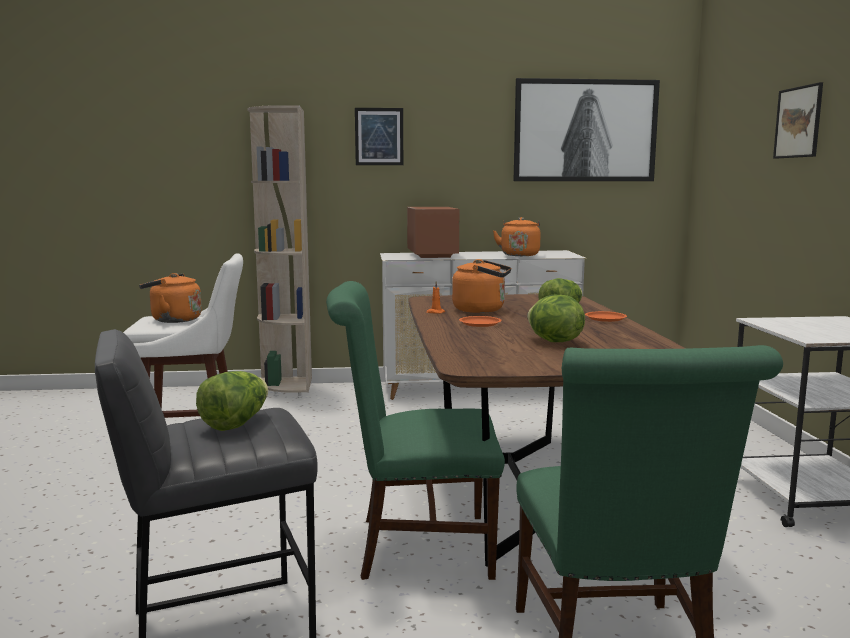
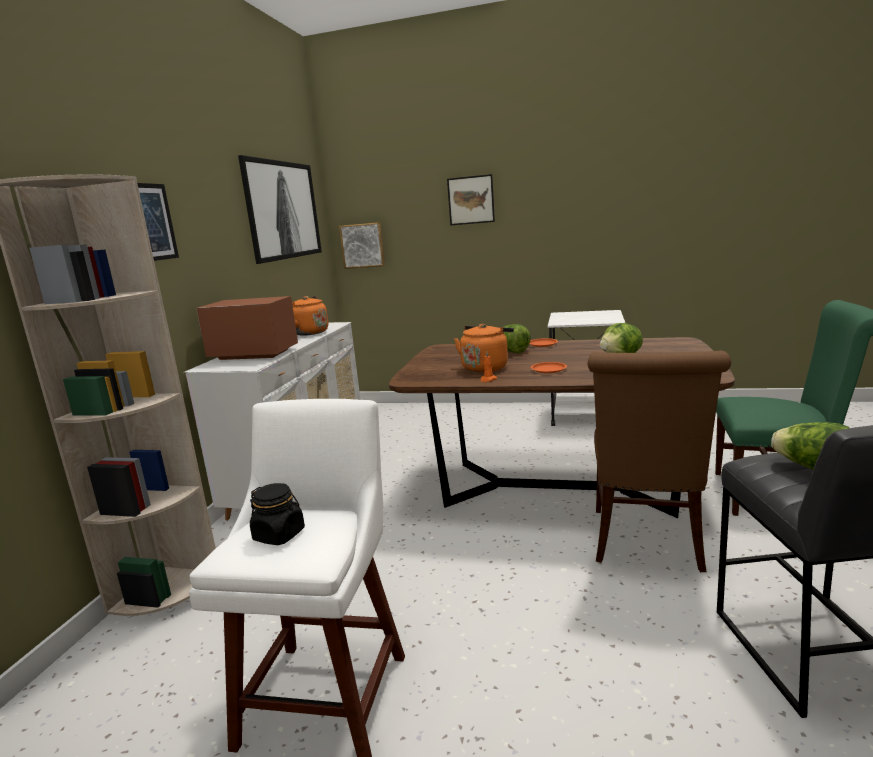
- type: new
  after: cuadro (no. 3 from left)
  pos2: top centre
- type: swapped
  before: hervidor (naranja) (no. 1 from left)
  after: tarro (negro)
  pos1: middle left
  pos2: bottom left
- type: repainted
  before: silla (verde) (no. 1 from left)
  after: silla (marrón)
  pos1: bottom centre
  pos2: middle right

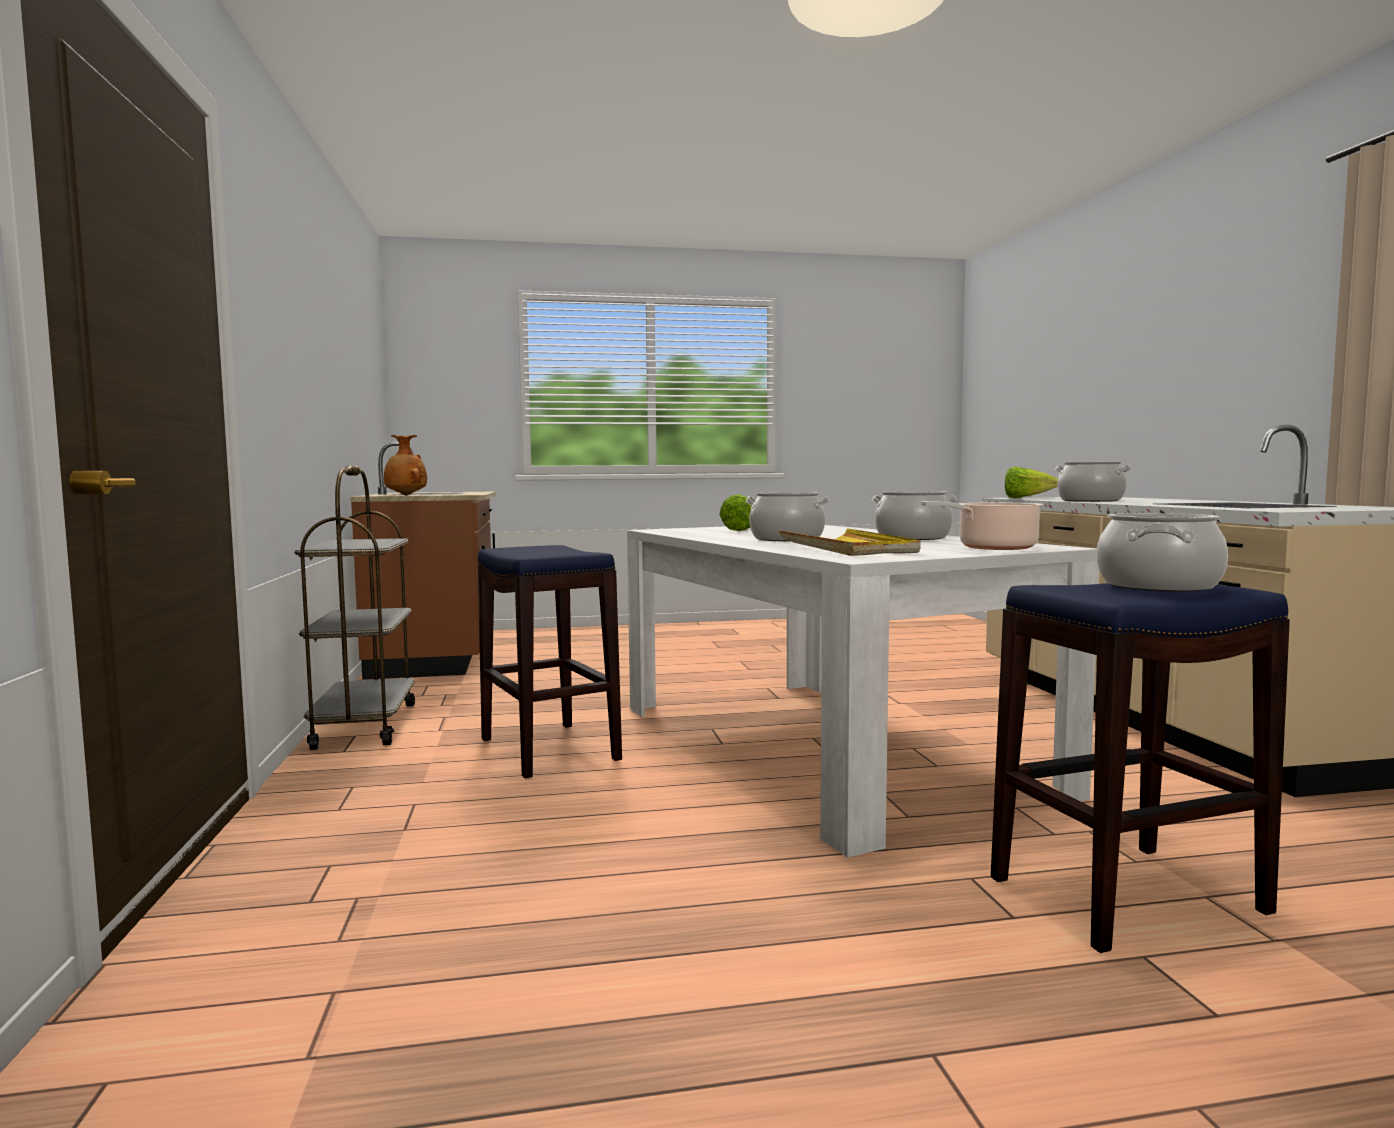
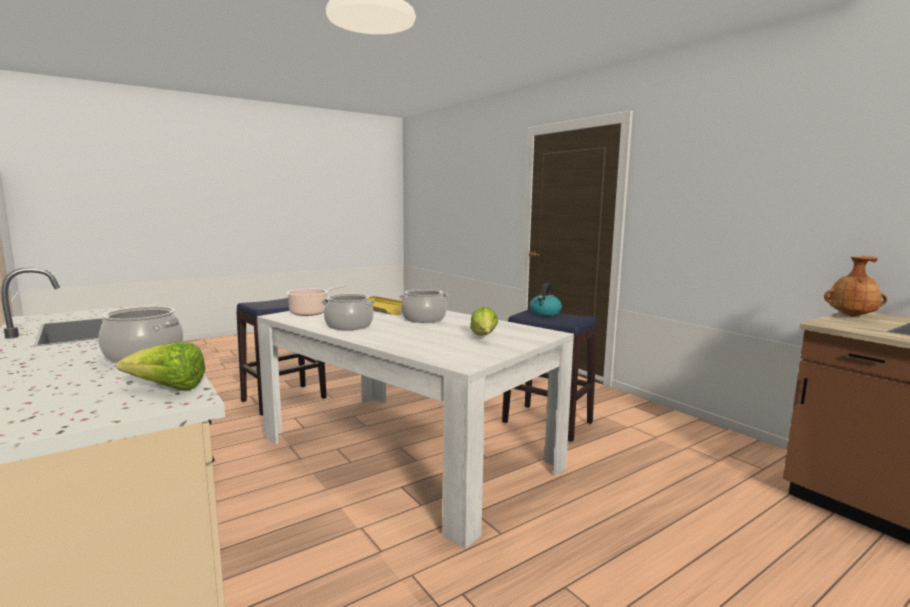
- type: gone
  before: carrito (gris)
  pos1: middle left
- type: gone
  before: olla (no. 5 from left)
  pos1: middle right
- type: new
  after: hervidor
  pos2: centre

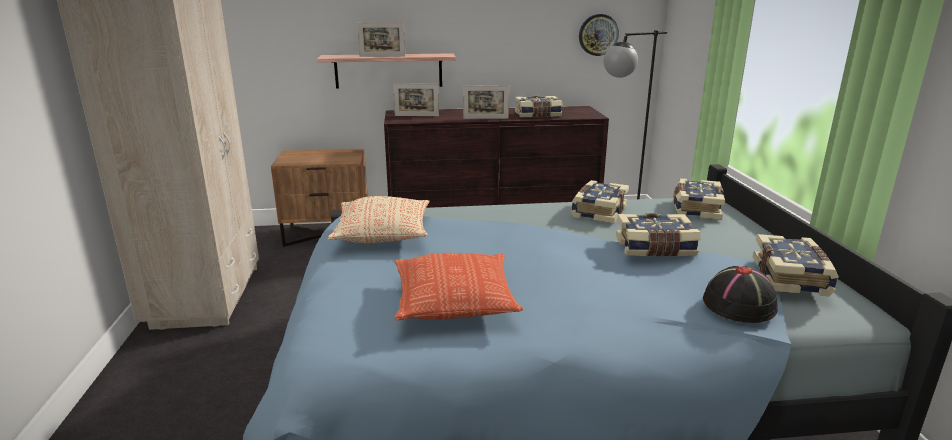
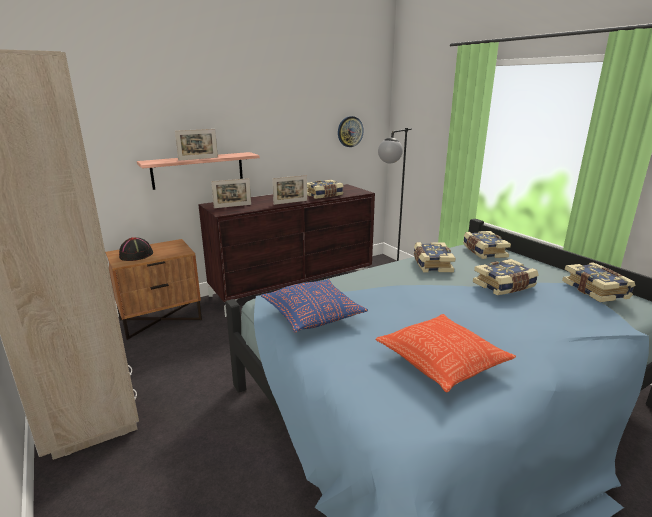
- type: shifted
  before: sombrero (negro)
  pos1: bottom right
  pos2: middle left
- type: repainted
  before: cojín (beis)
  after: cojín (azul)
  pos1: centre
  pos2: centre

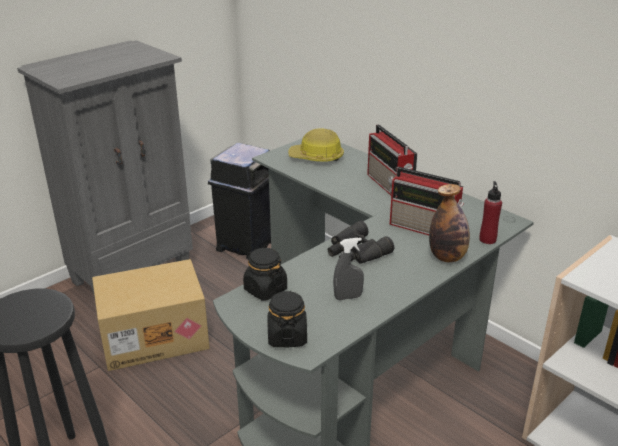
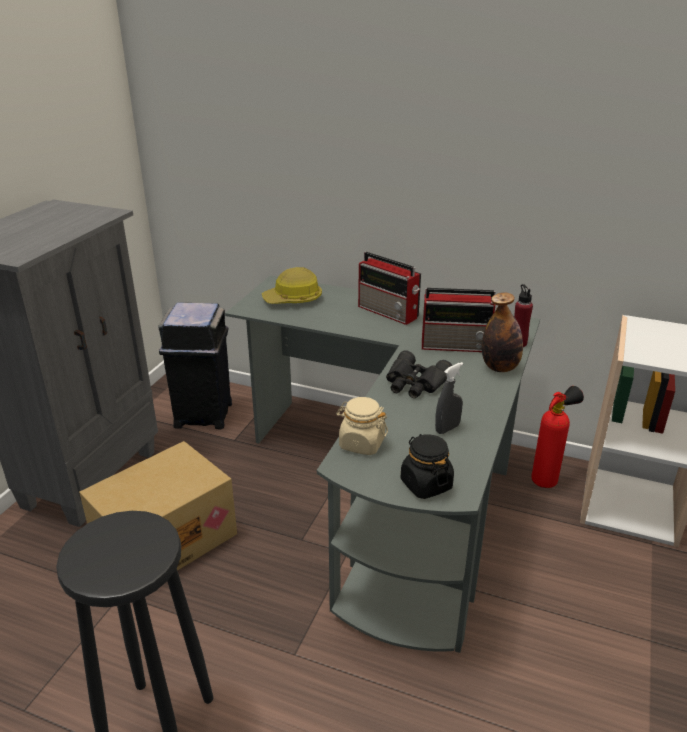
- type: new
  after: extintor
  pos2: middle right
- type: repainted
  before: tarro (negro) (no. 1 from left)
  after: tarro (beis)
  pos1: centre
  pos2: centre

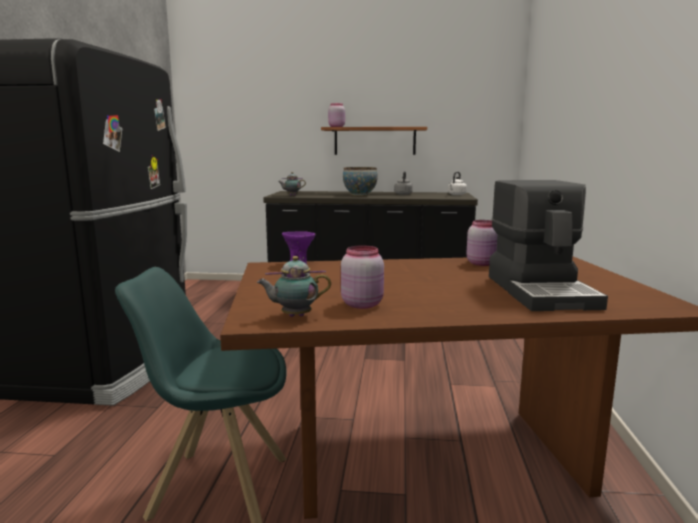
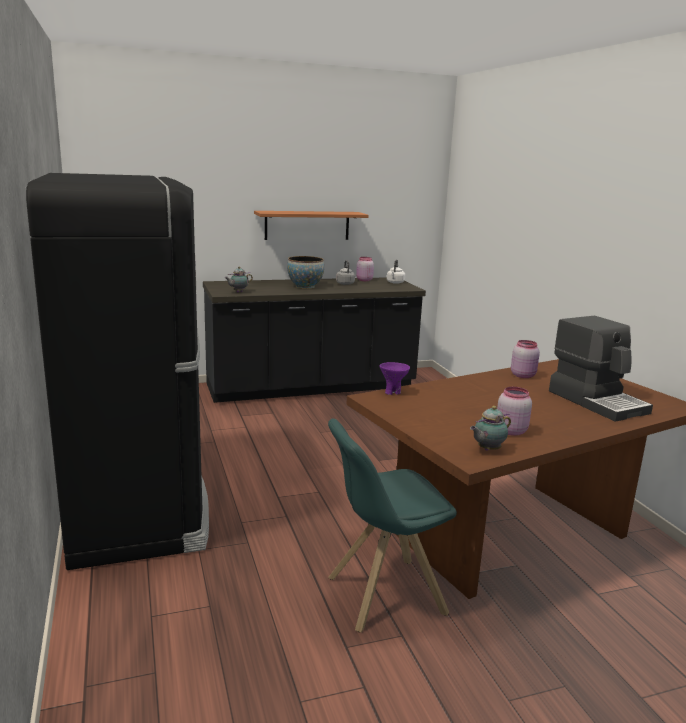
- type: shifted
  before: tarro (rosa) (no. 1 from left)
  pos1: top centre
  pos2: centre

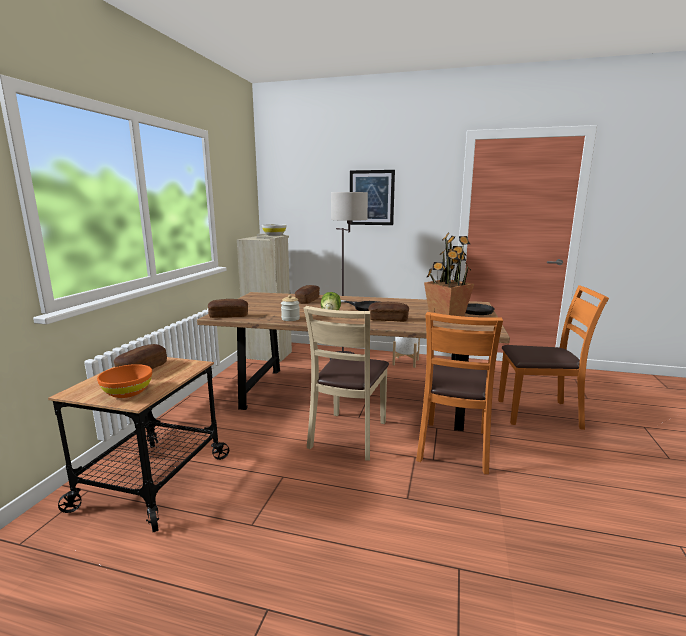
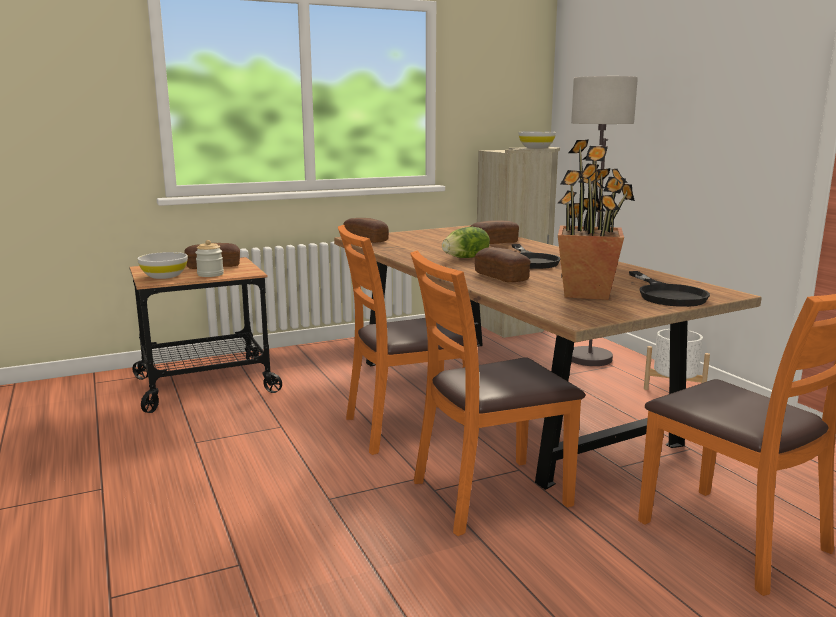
- type: gone
  before: cuadro
  pos1: top centre
- type: shifted
  before: tarro
  pos1: centre
  pos2: middle left
- type: repainted
  before: cuenco (naranja)
  after: cuenco (blanco) (no. 1 from left)
  pos1: middle left
  pos2: middle left
- type: repainted
  before: silla (beis)
  after: silla (naranja) (no. 1 from left)
  pos1: centre
  pos2: centre

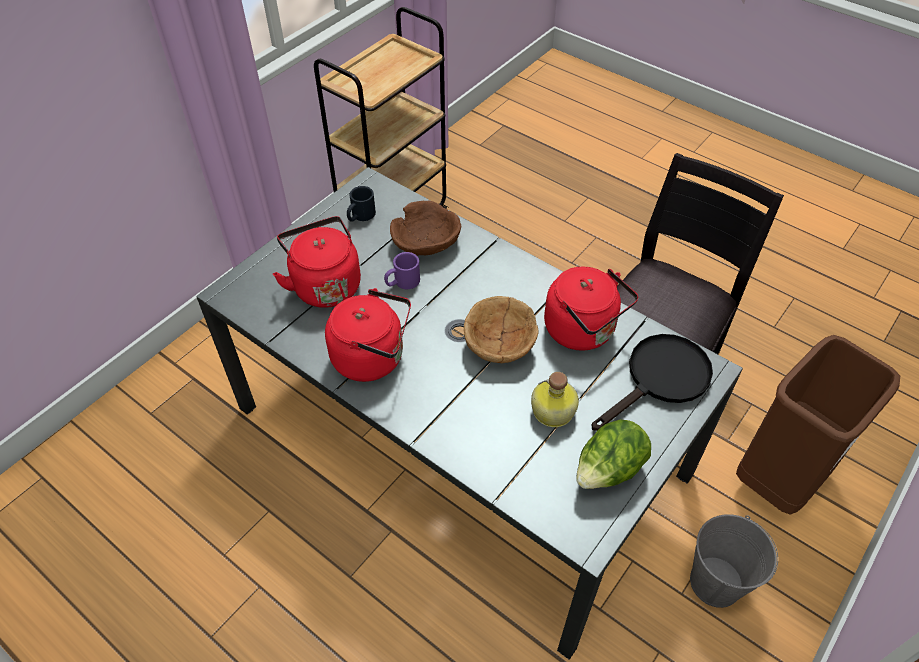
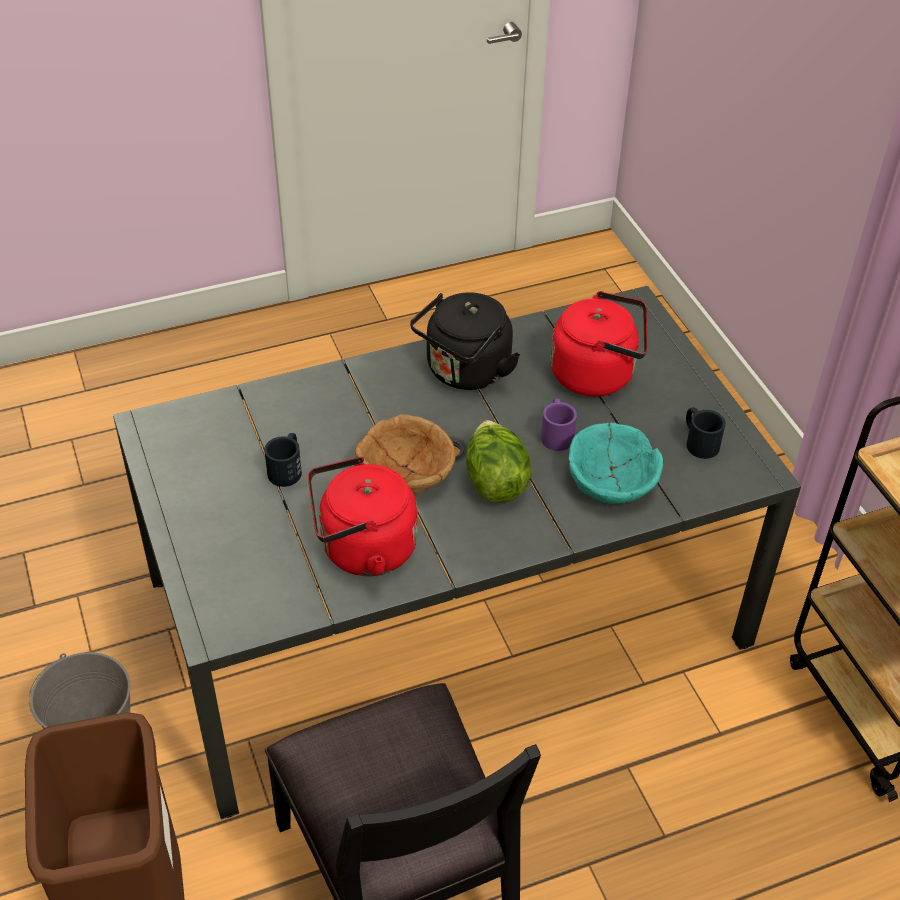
- type: gone
  before: sartén (negro)
  pos1: middle right
- type: shifted
  before: lechuga
  pos1: bottom right
  pos2: centre
- type: swapped
  before: botella
  after: taza grande (negro) (no. 1 from left)
  pos1: centre
  pos2: middle left
- type: repainted
  before: hervidor (rojo) (no. 2 from left)
  after: hervidor (negro)
  pos1: centre
  pos2: centre
- type: repainted
  before: cuenco (marrón) (no. 1 from left)
  after: cuenco (turquesa)
  pos1: centre
  pos2: middle right

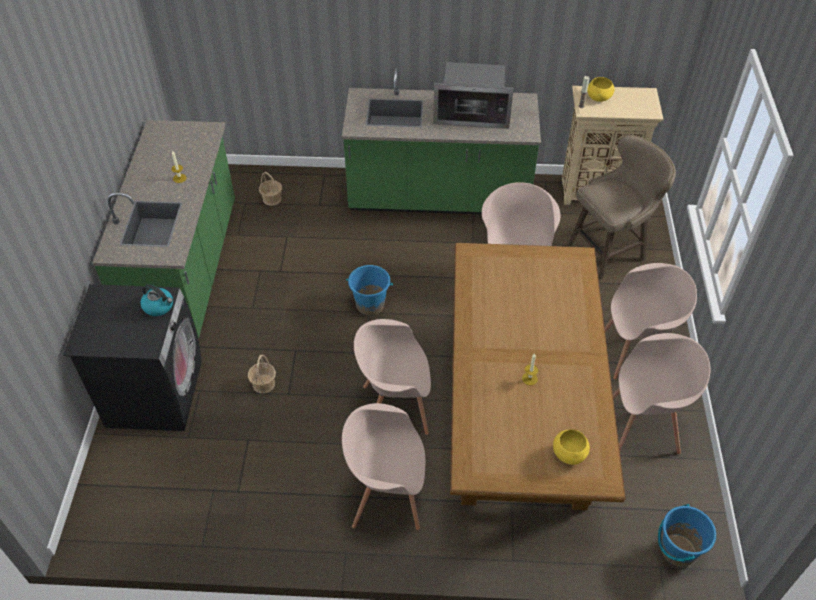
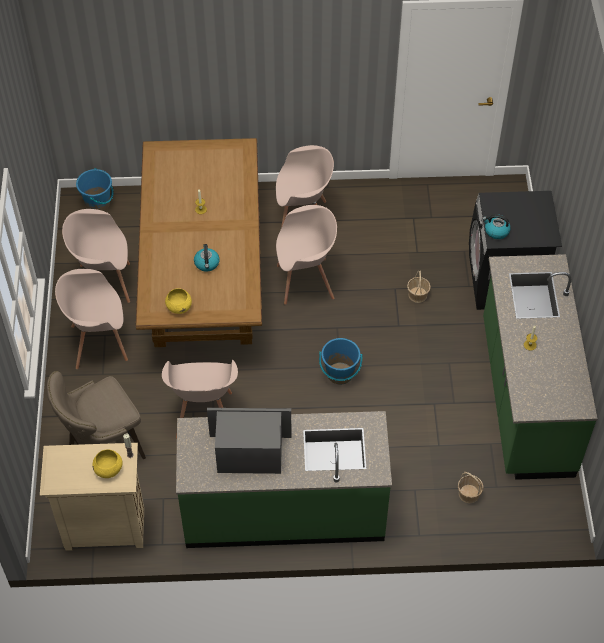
- type: new
  after: hervidor (no. 1 from left)
  pos2: centre
- type: shifted
  before: cuenco (amarillo) (no. 1 from left in the first image)
  after: cuenco (amarillo) (no. 2 from left)
  pos1: bottom right
  pos2: middle left

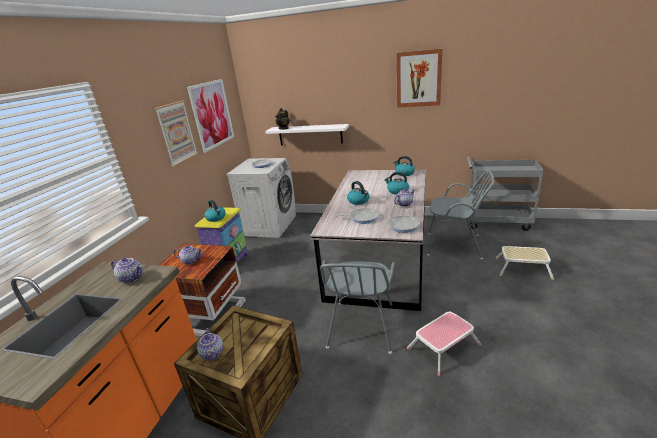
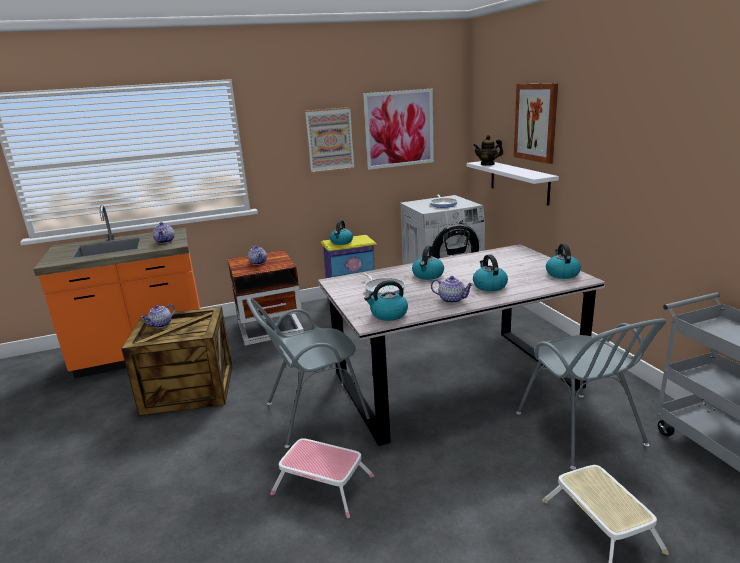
- type: shifted
  before: cuadro (no. 3 from left)
  pos1: top centre
  pos2: top right
- type: swapped
  before: sartén (no. 3 from left)
  after: hervidor (no. 2 from left)
  pos1: centre
  pos2: centre

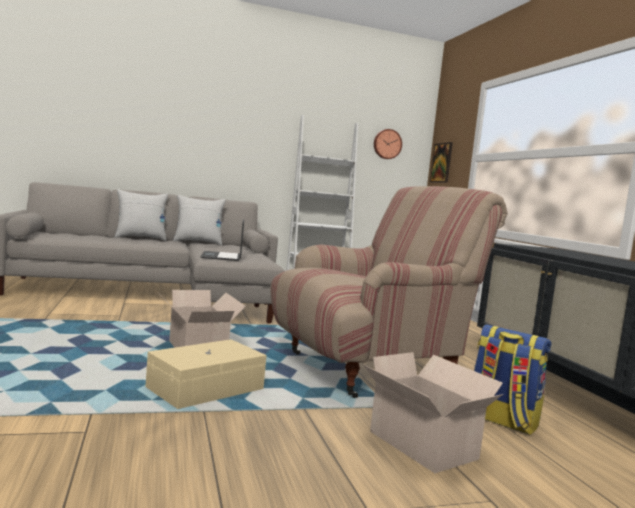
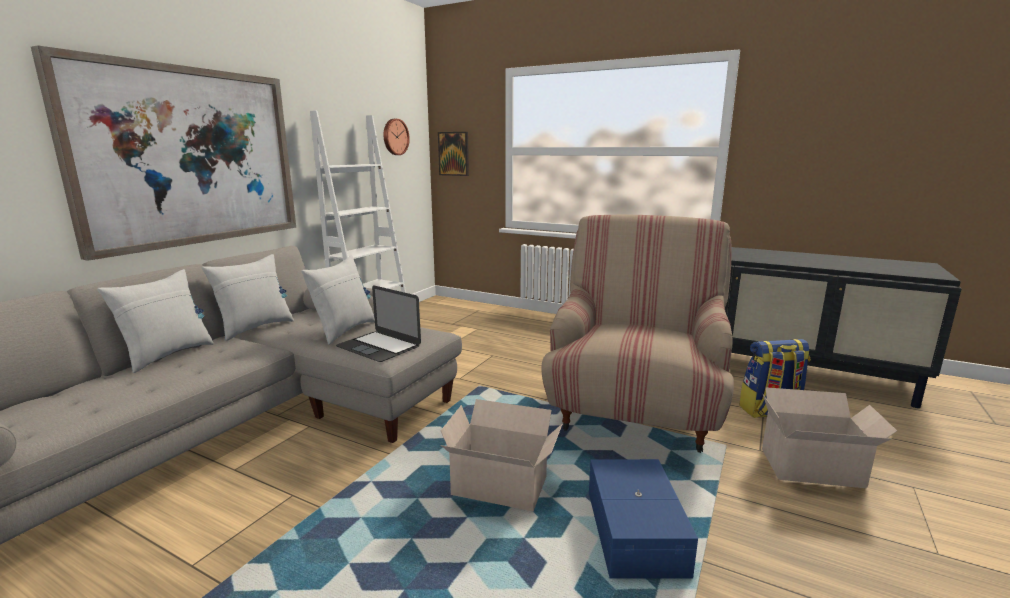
- type: new
  after: cuadro (no. 1 from left)
  pos2: top left
- type: new
  after: cojín (gris) (no. 3 from left)
  pos2: centre
- type: repainted
  before: caja de almacenaje (beis)
  after: caja de almacenaje (azul)
  pos1: bottom left
  pos2: bottom centre

